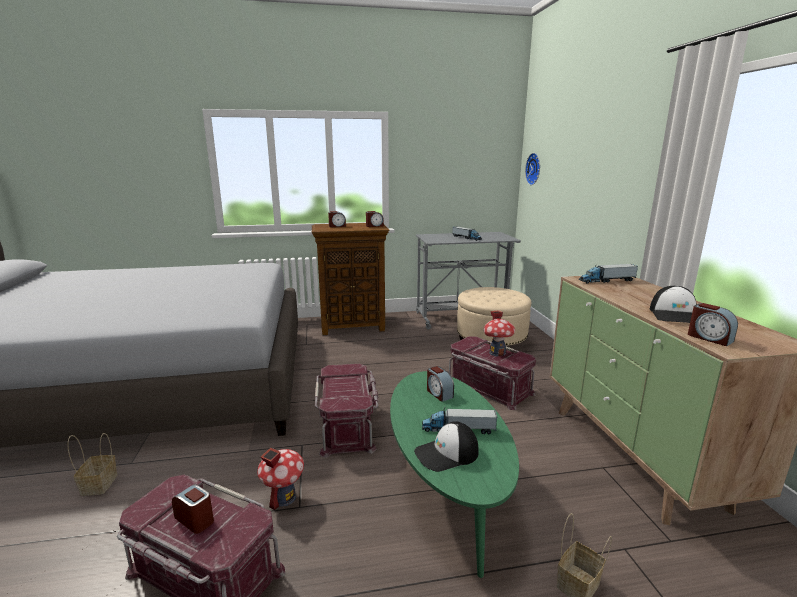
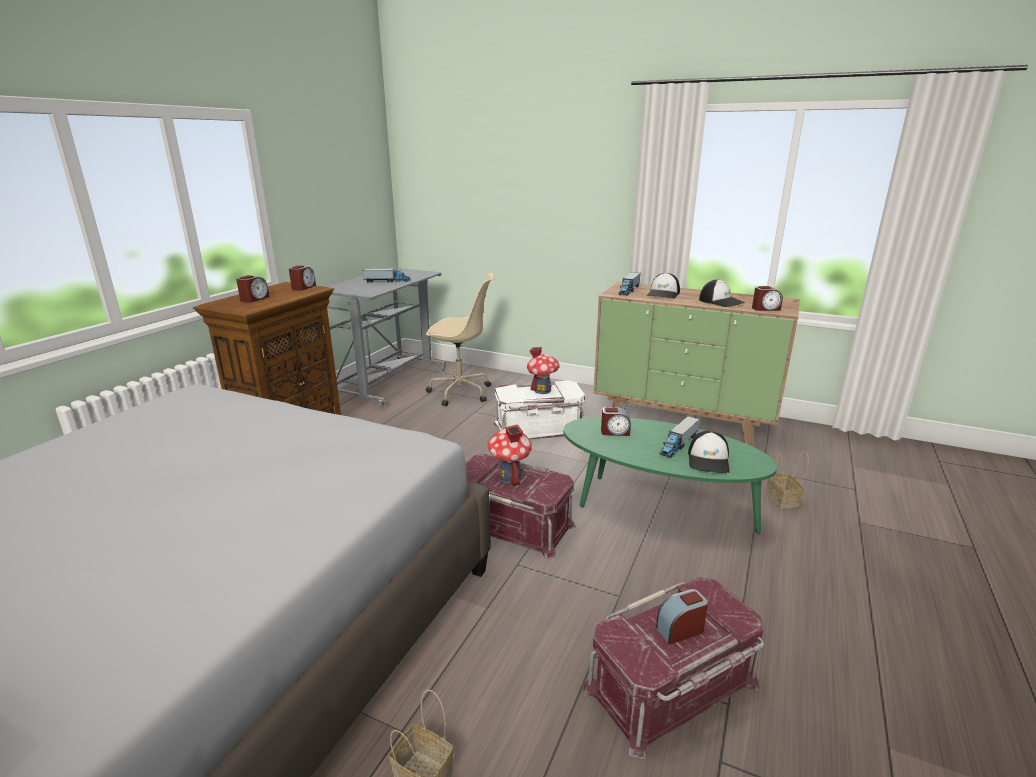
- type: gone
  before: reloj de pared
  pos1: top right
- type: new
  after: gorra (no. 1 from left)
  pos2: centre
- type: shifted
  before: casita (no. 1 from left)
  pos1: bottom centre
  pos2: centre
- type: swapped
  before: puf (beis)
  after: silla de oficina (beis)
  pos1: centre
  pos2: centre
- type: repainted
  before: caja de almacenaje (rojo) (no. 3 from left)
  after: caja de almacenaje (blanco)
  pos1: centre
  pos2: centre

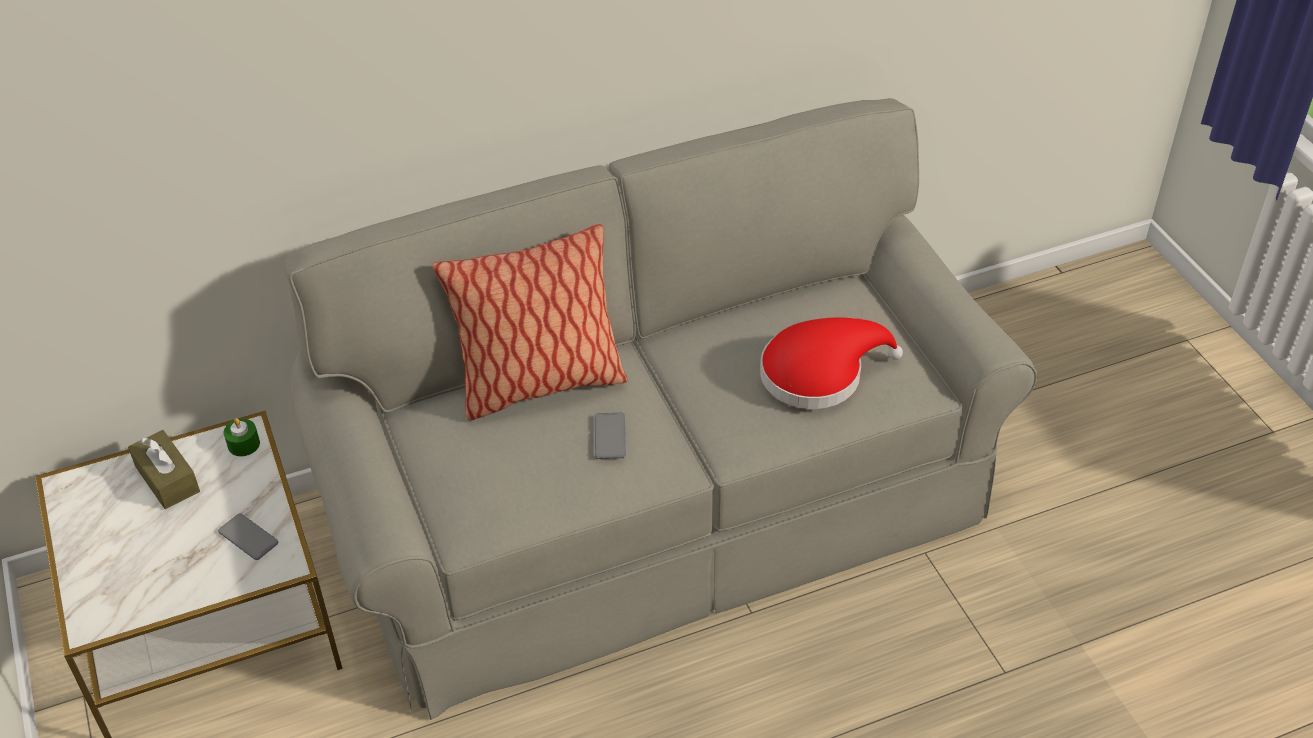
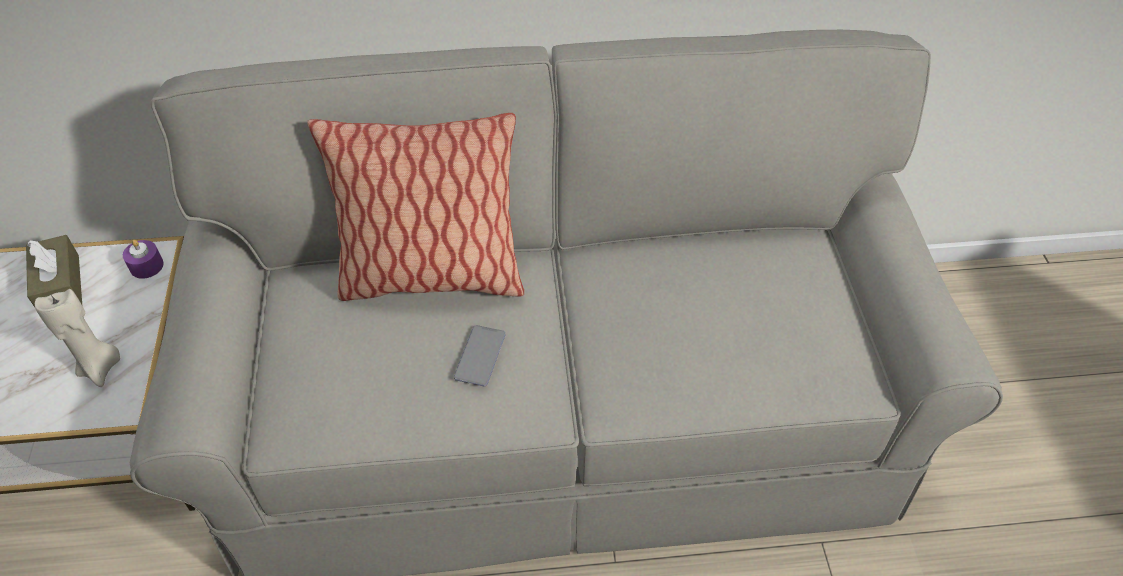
- type: gone
  before: sombrero (rojo)
  pos1: centre
- type: swapped
  before: móvil (no. 1 from left)
  after: vela (beis)
  pos1: bottom left
  pos2: middle left
- type: repainted
  before: vela (verde)
  after: vela (morado)
  pos1: middle left
  pos2: middle left

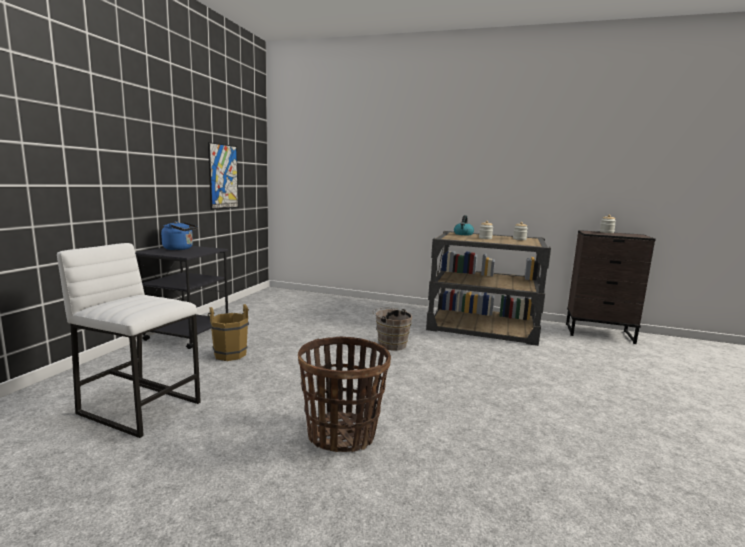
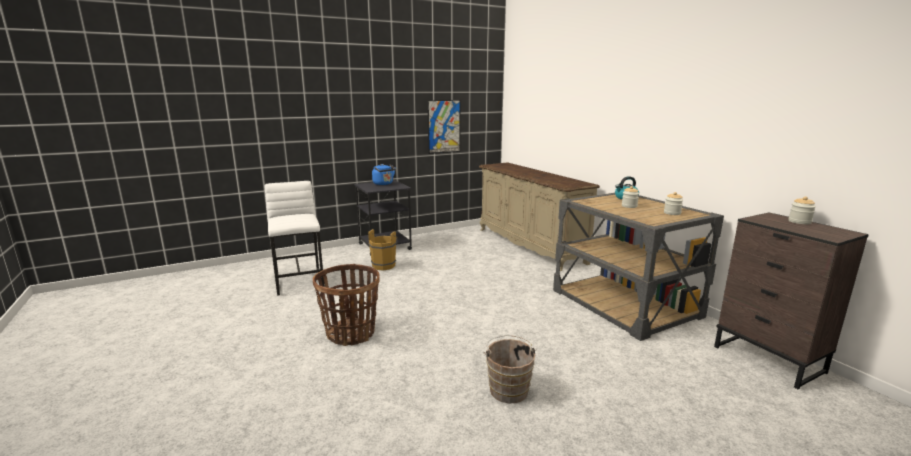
- type: new
  after: armario (beis)
  pos2: centre
- type: shifted
  before: cubo (marrón) (no. 2 from left)
  pos1: centre
  pos2: bottom centre

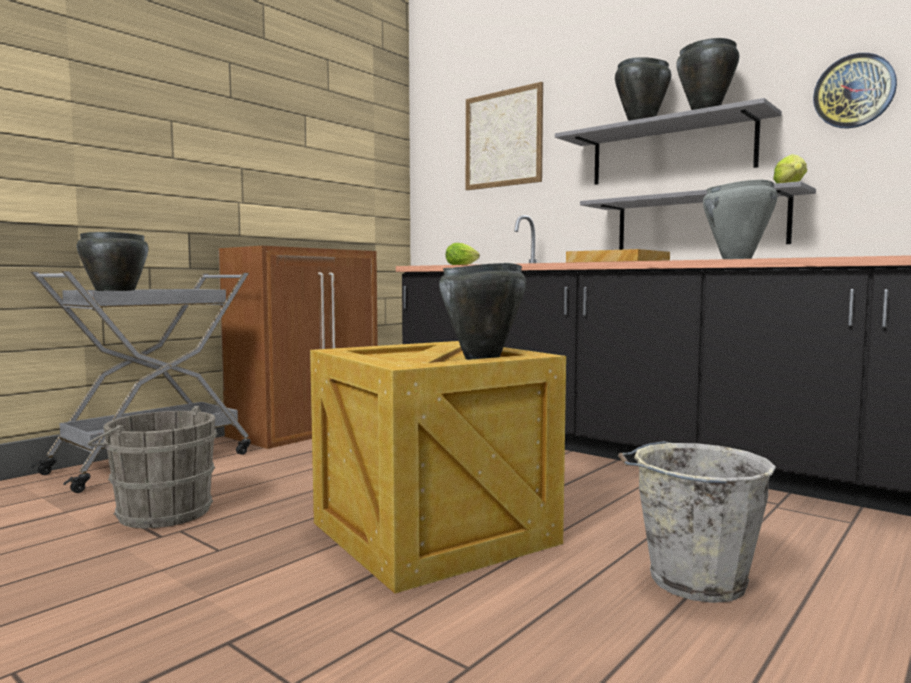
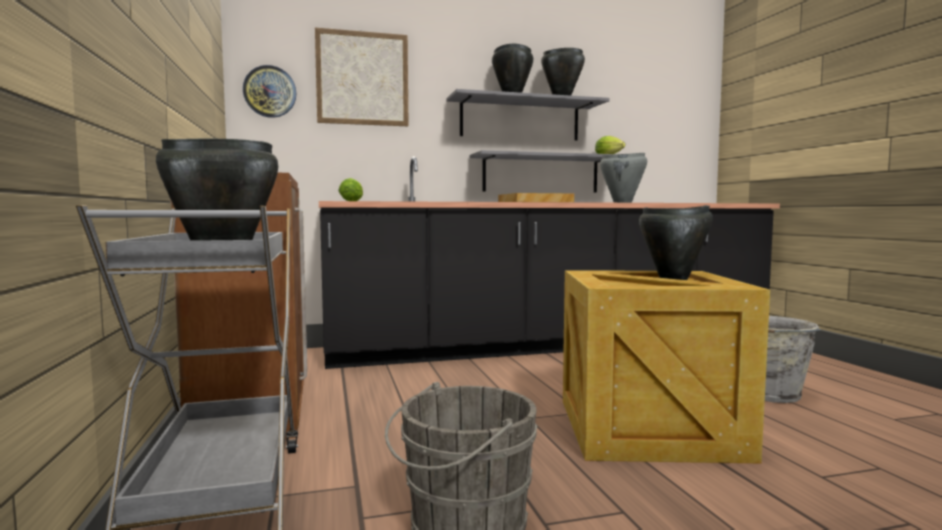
- type: shifted
  before: reloj de pared
  pos1: top right
  pos2: top left

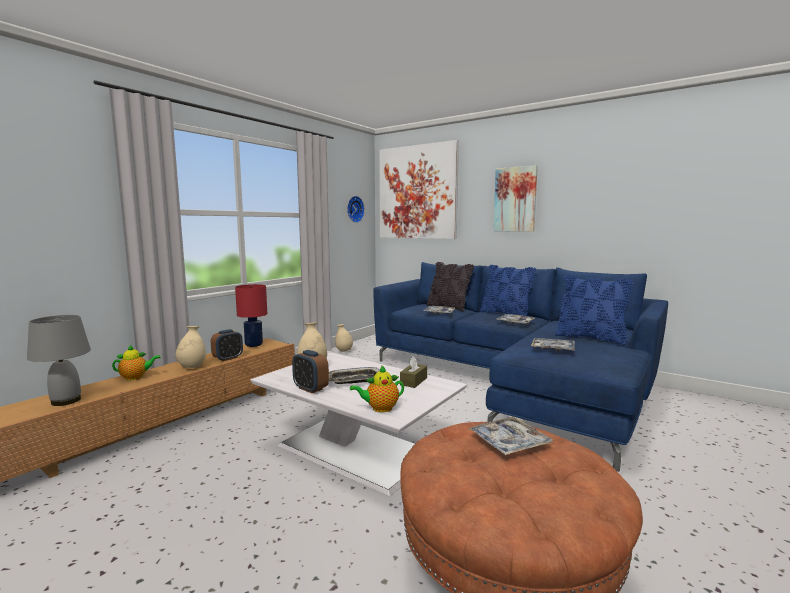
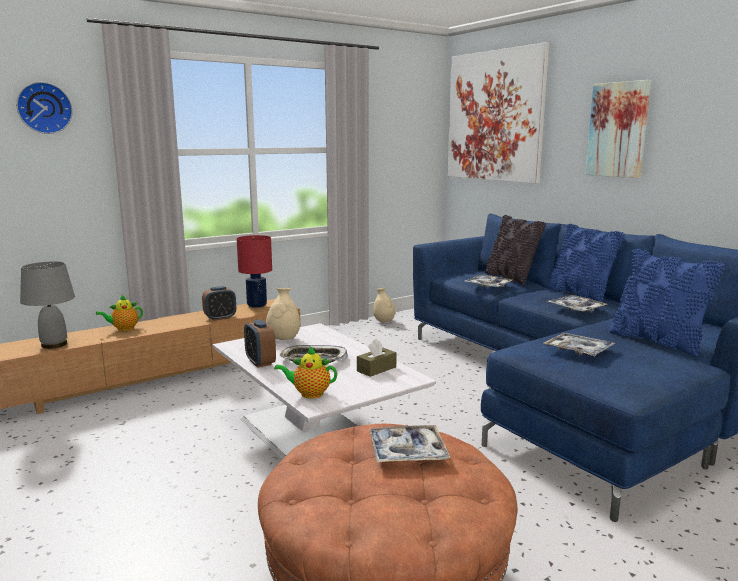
- type: gone
  before: florero (beis) (no. 1 from left)
  pos1: middle left
- type: shifted
  before: reloj de pared
  pos1: centre
  pos2: top left
- type: rotated
  before: tetera (no. 1 from left)
  pos1: middle left
  pos2: middle left
  turn: 150

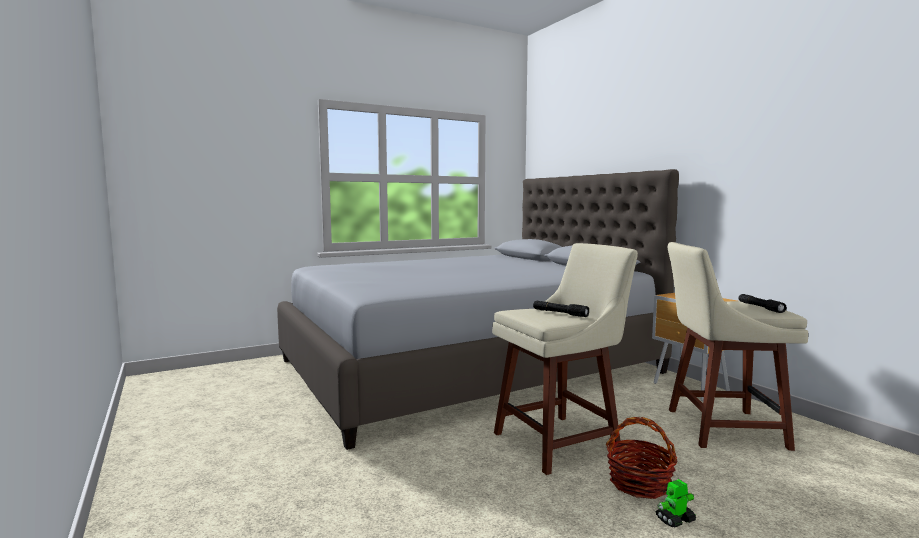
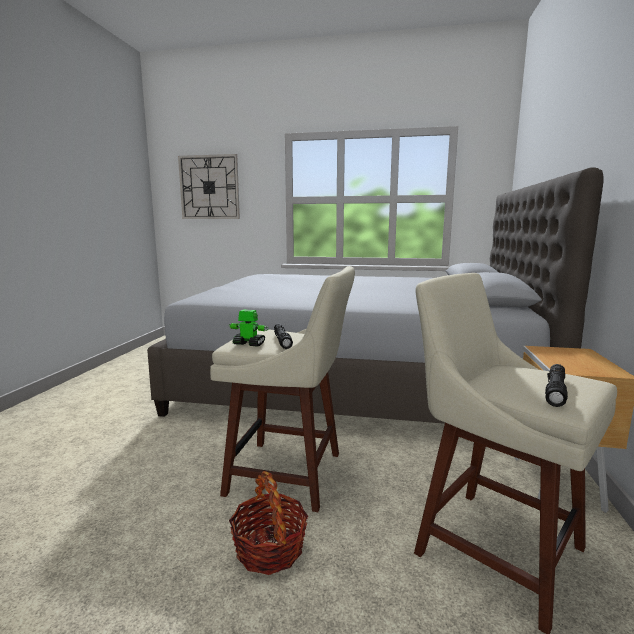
- type: new
  after: reloj de pared
  pos2: top left
- type: shifted
  before: robot de juguete
  pos1: bottom right
  pos2: centre

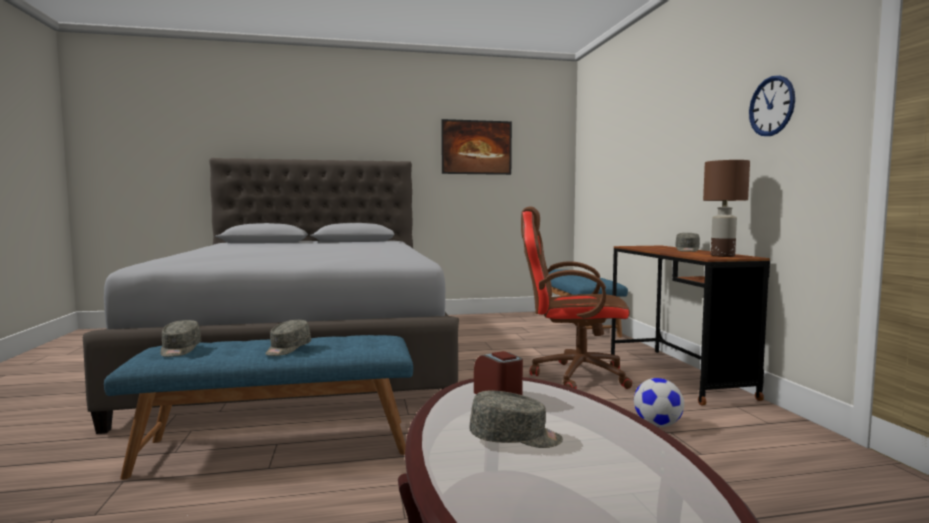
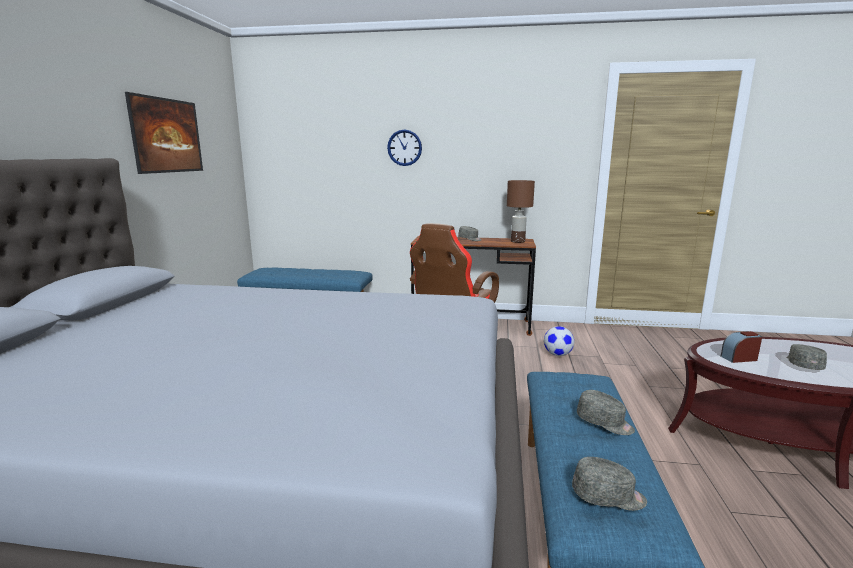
- type: shifted
  before: reloj de pared
  pos1: top right
  pos2: top centre

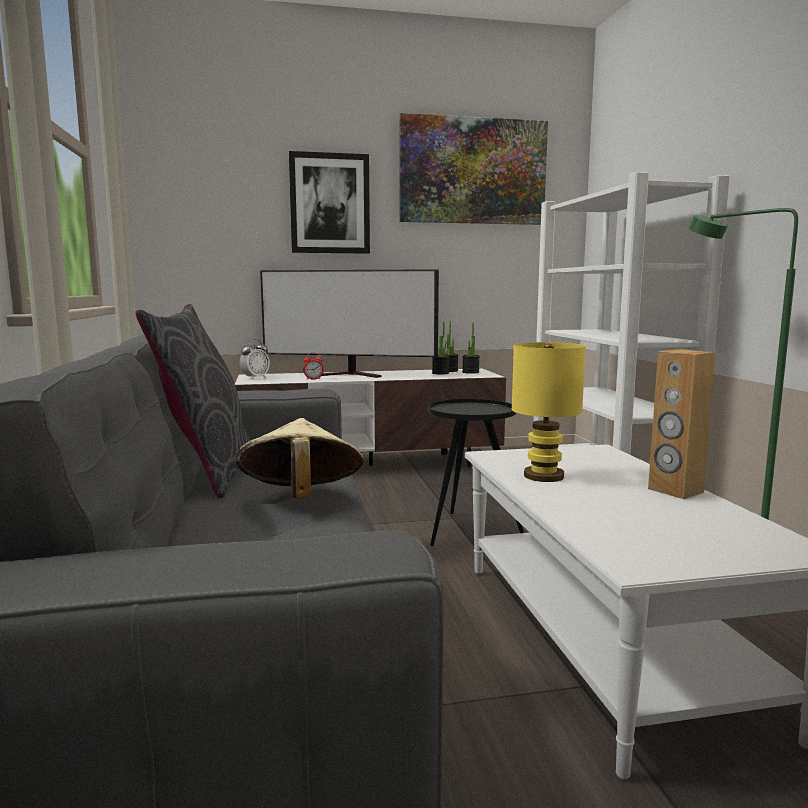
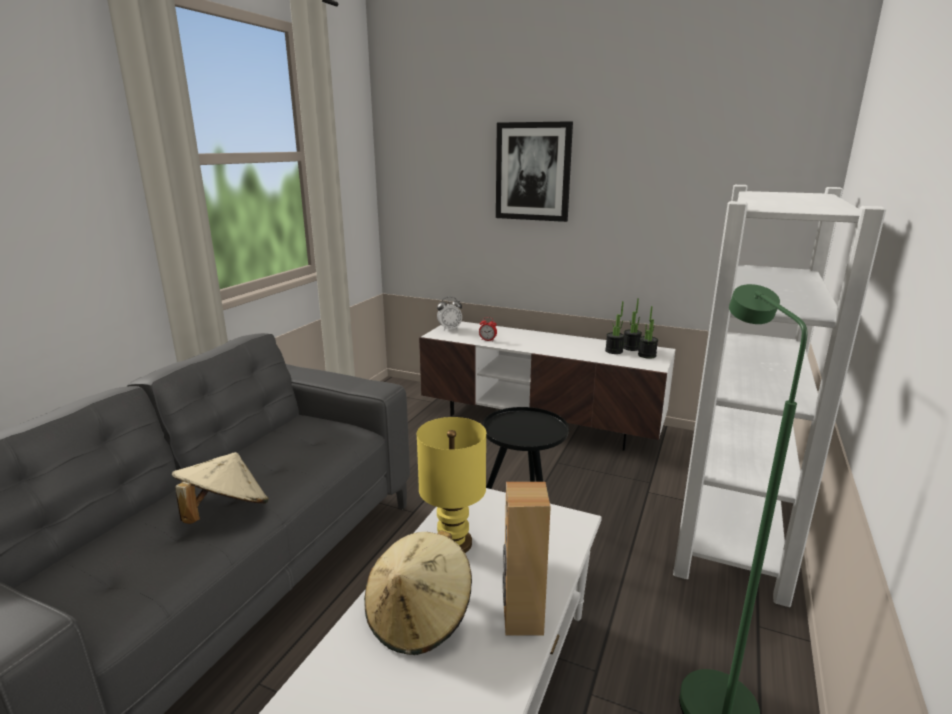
- type: gone
  before: cojín (gris)
  pos1: middle left
- type: gone
  before: televisor
  pos1: centre
- type: gone
  before: cuadro (no. 2 from left)
  pos1: top centre
- type: new
  after: sombrero (beis) (no. 2 from left)
  pos2: bottom centre

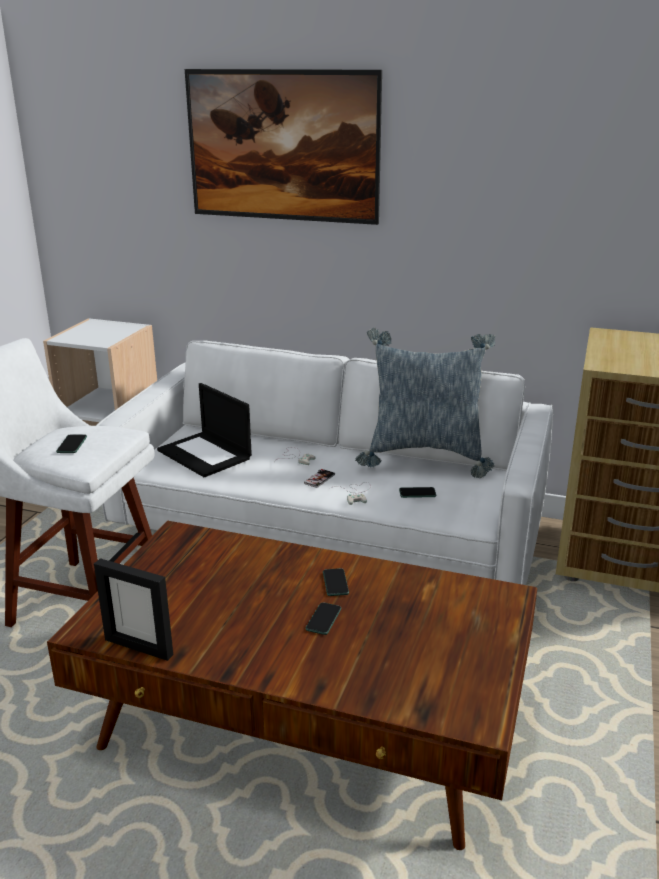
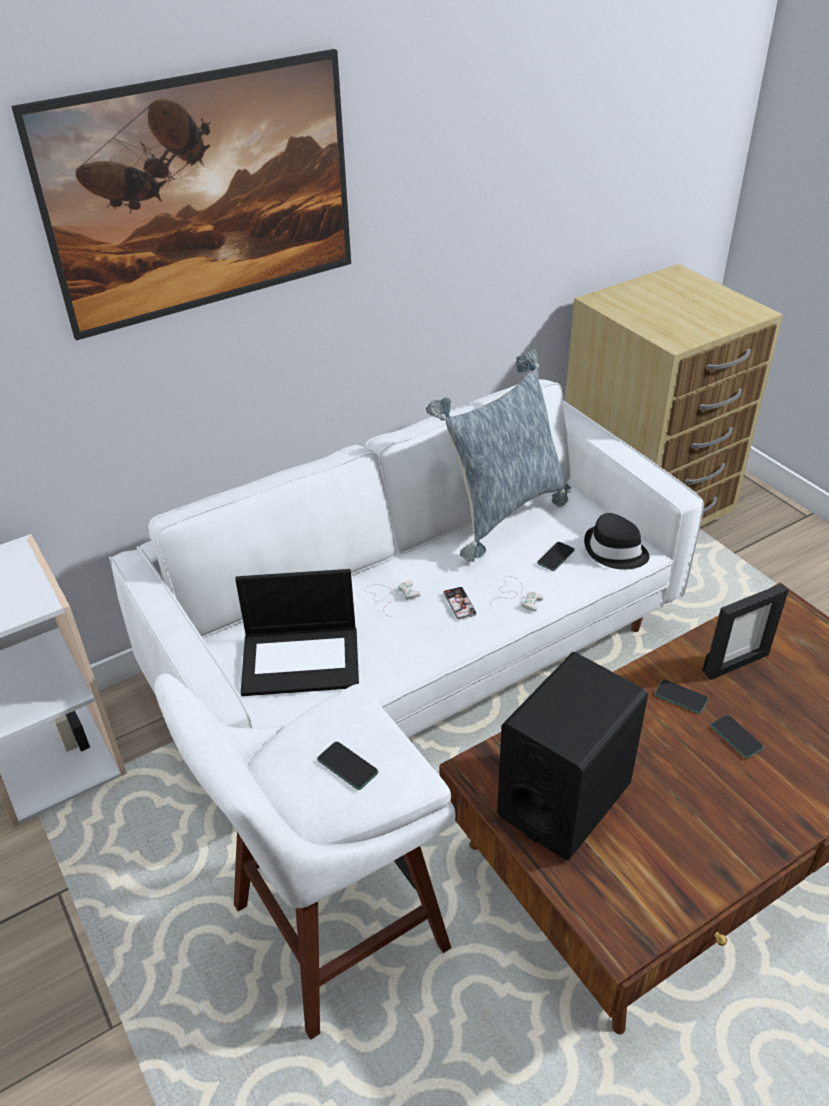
- type: new
  after: altavoz (negro)
  pos2: bottom right
- type: new
  after: sombrero (negro)
  pos2: middle right
- type: shifted
  before: portarretratos
  pos1: bottom left
  pos2: middle right

